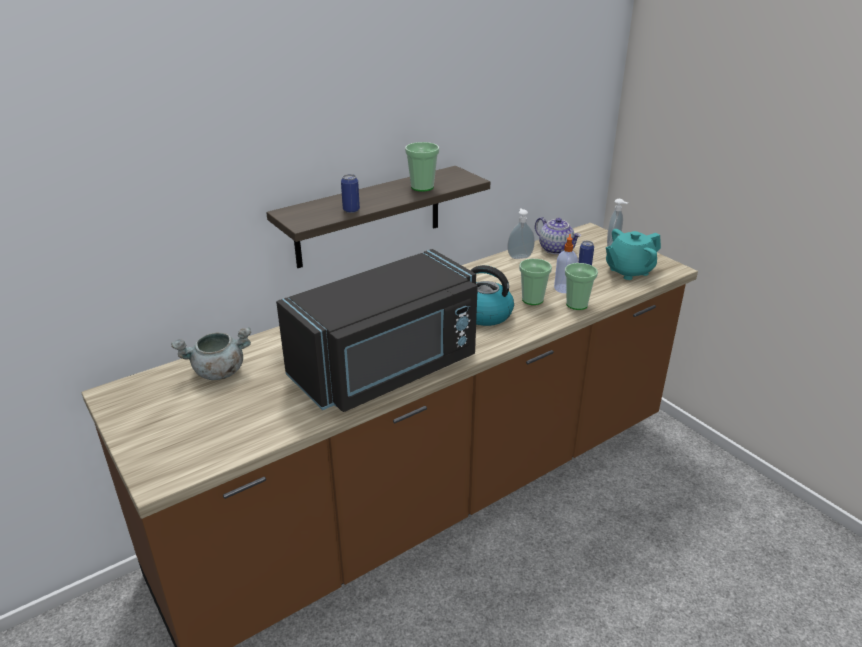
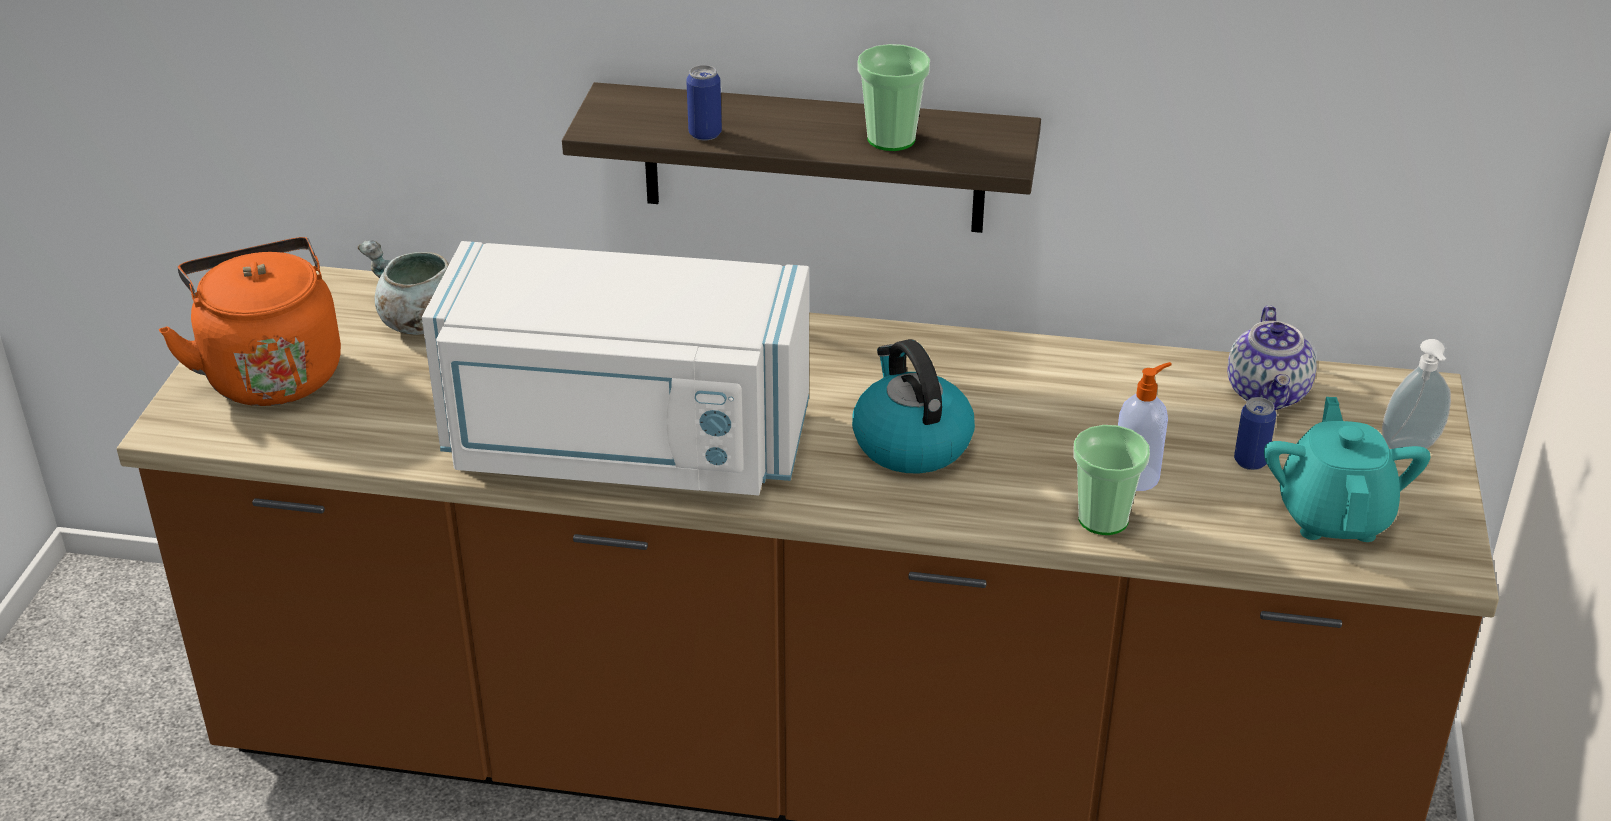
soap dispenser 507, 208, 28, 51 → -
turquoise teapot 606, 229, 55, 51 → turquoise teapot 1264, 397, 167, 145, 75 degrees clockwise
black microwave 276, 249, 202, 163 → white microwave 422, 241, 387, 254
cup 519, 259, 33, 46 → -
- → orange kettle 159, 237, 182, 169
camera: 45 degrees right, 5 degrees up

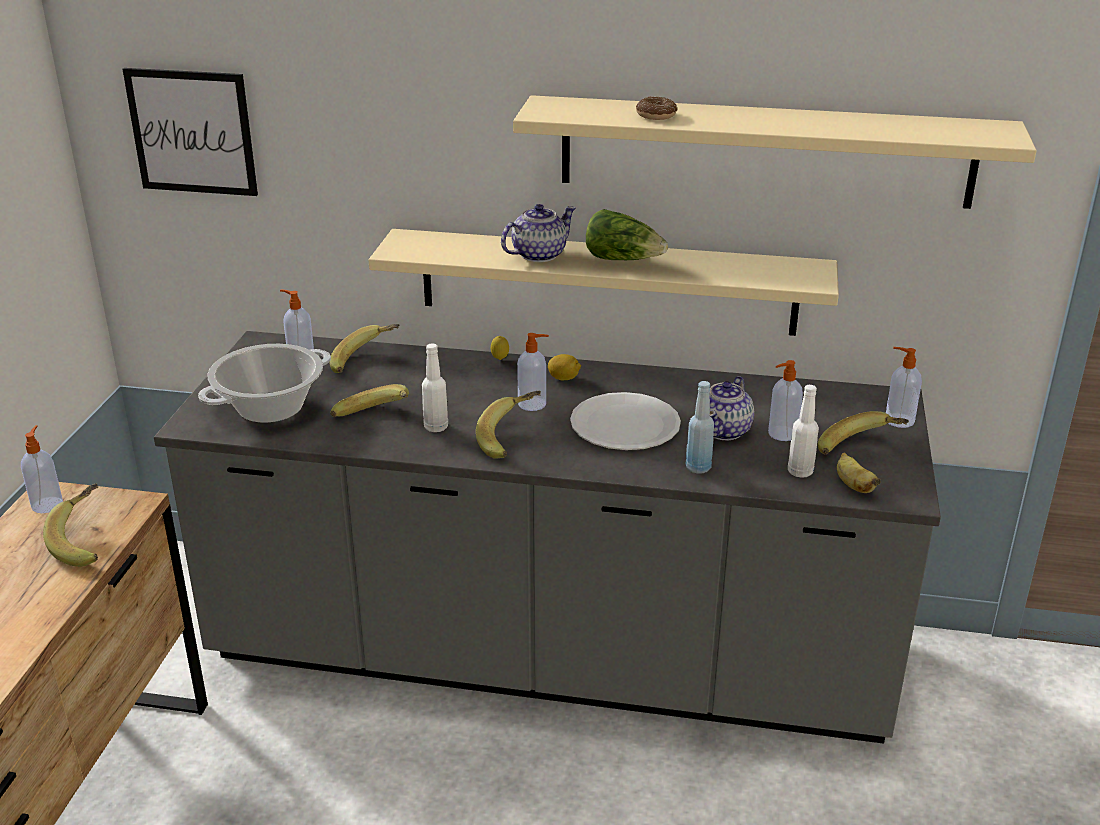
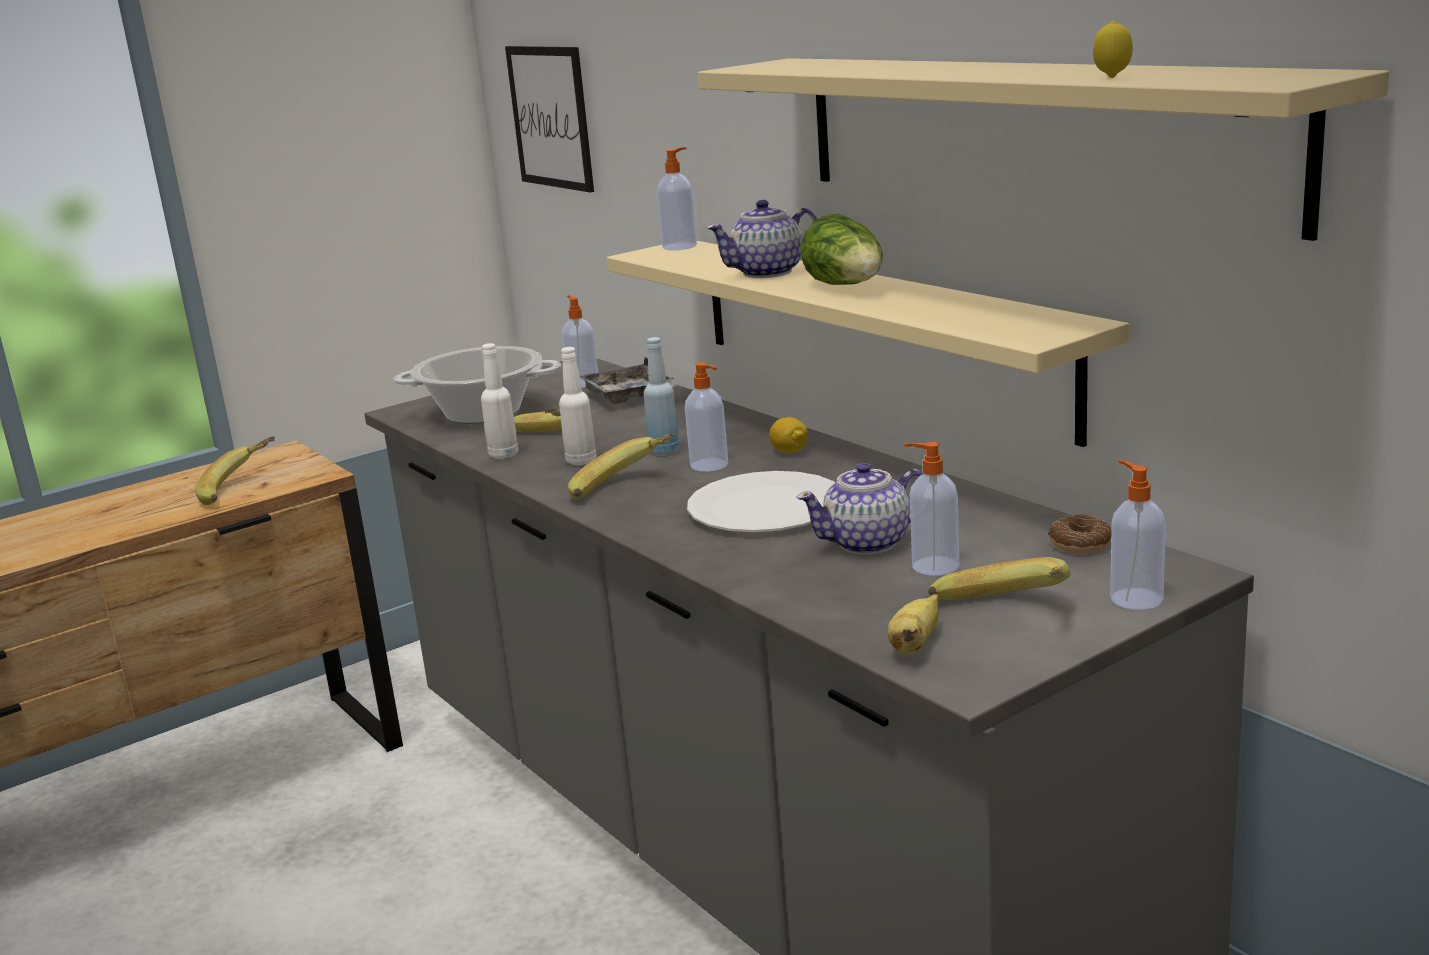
donut 636, 96, 41, 24 → donut 1048, 514, 63, 40, moved
teapot 501, 204, 75, 58 → teapot 706, 200, 111, 78, 150 degrees clockwise
banana 329, 324, 70, 49 → grey tray 580, 357, 97, 47
lemon 491, 336, 18, 24 → lemon 1093, 21, 40, 57, moved
blue bottle 686, 381, 28, 93 → blue bottle 644, 337, 36, 118, moved
white bottle 788, 385, 31, 93 → white bottle 481, 343, 38, 116, moved
soap dispenser 21, 425, 42, 88 → soap dispenser 657, 147, 40, 103, moved
camera: 45 degrees right, 10 degrees down

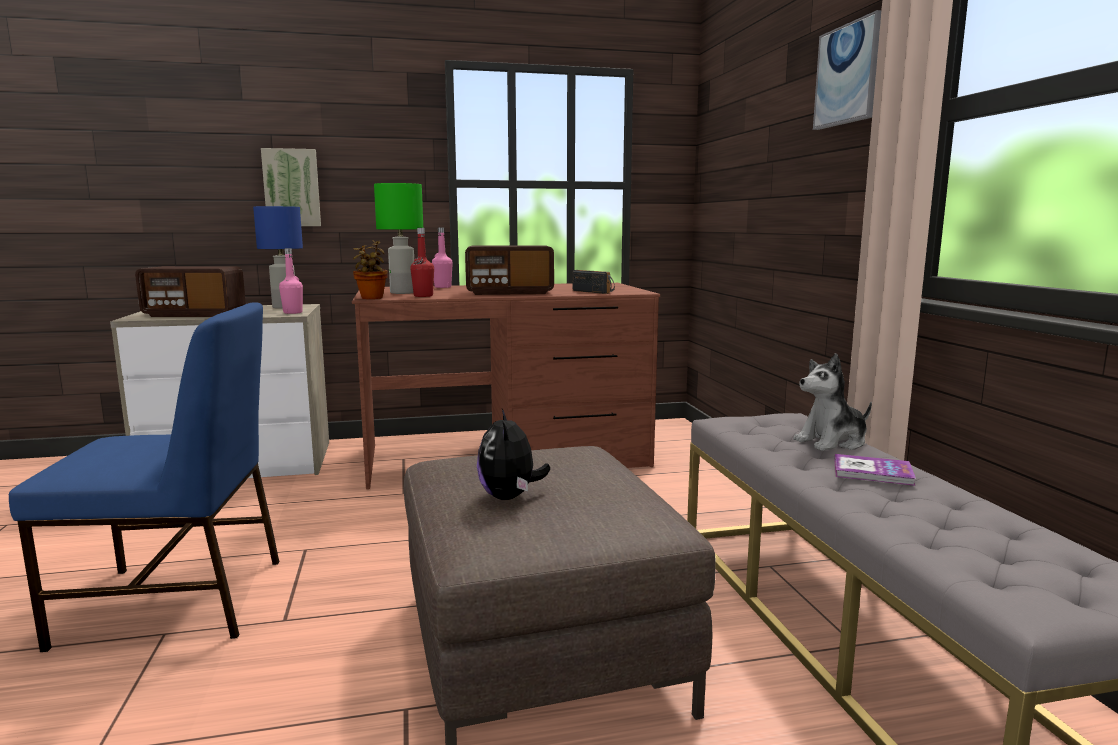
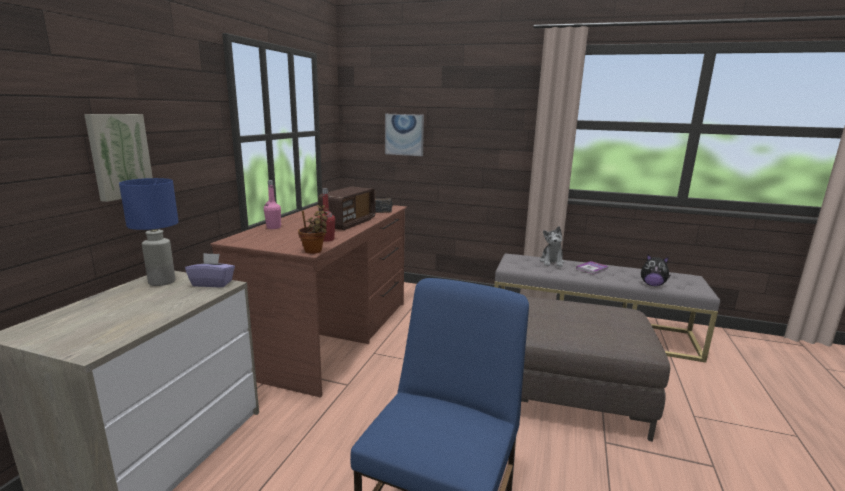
picture 813, 10, 68, 120 → picture 385, 114, 39, 42, moved
green table lamp 374, 183, 49, 111 → -
pink bottle 279, 248, 24, 66 → purple tissue box 185, 253, 50, 34
radio 135, 266, 111, 51 → -
plush toy 477, 409, 73, 91 → plush toy 641, 255, 29, 31, moved
camera: 60 degrees left, 5 degrees up

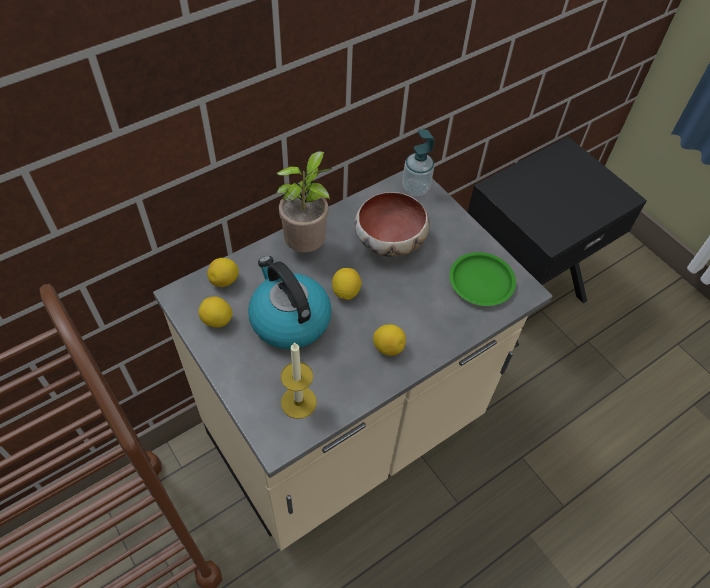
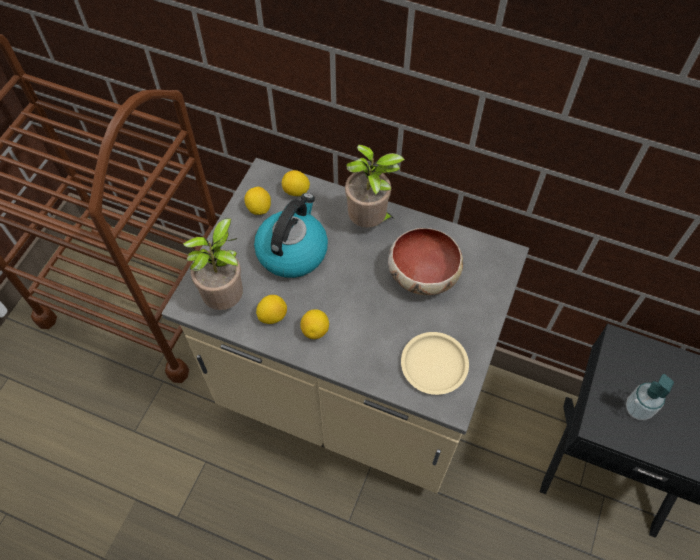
soap dispenser 402, 130, 33, 66 → soap dispenser 626, 374, 48, 46, moved
green plate 449, 252, 67, 54 → beige plate 401, 332, 68, 63
lemon 332, 268, 30, 32 → lemon 256, 295, 31, 29, moved
candle 281, 342, 36, 77 → potted plant 183, 218, 60, 92
camera: 60 degrees right, 5 degrees up

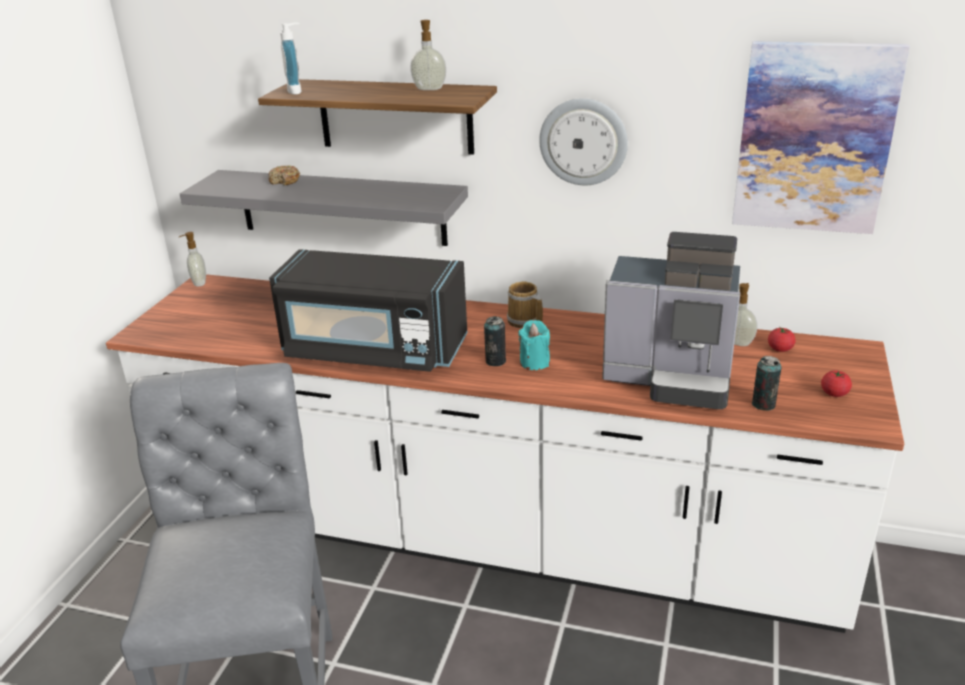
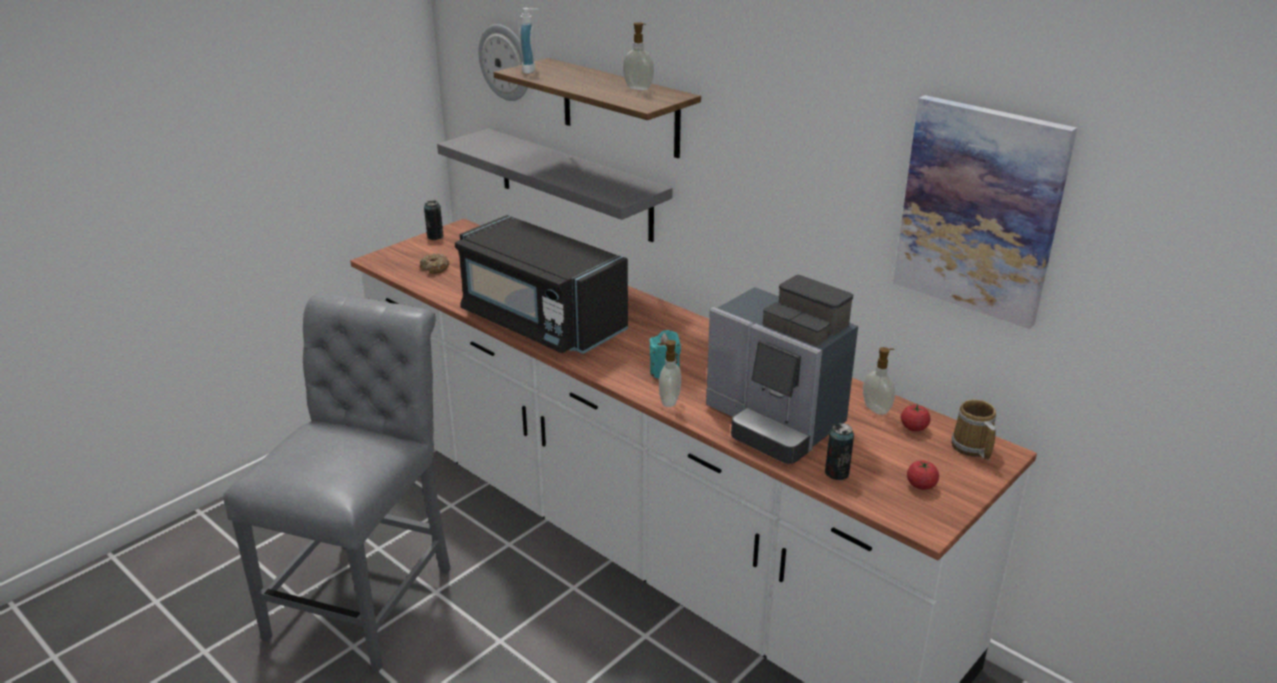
wall clock 539, 98, 89, 87 → wall clock 478, 24, 50, 77, moved
donut 268, 165, 32, 20 → donut 420, 253, 30, 21, moved
soap dispenser 179, 232, 27, 55 → soap dispenser 658, 340, 23, 67, moved
mug 507, 282, 36, 46 → mug 951, 399, 45, 61, moved
can 484, 316, 22, 50 → can 424, 201, 20, 39, moved
camera: 25 degrees right, 0 degrees up

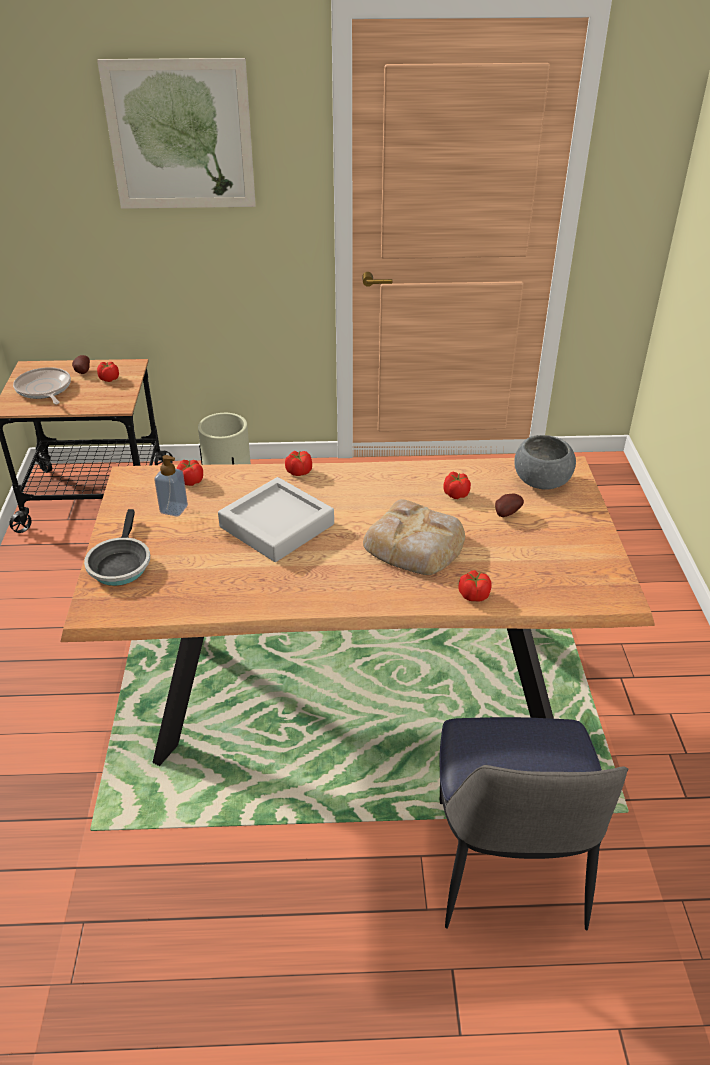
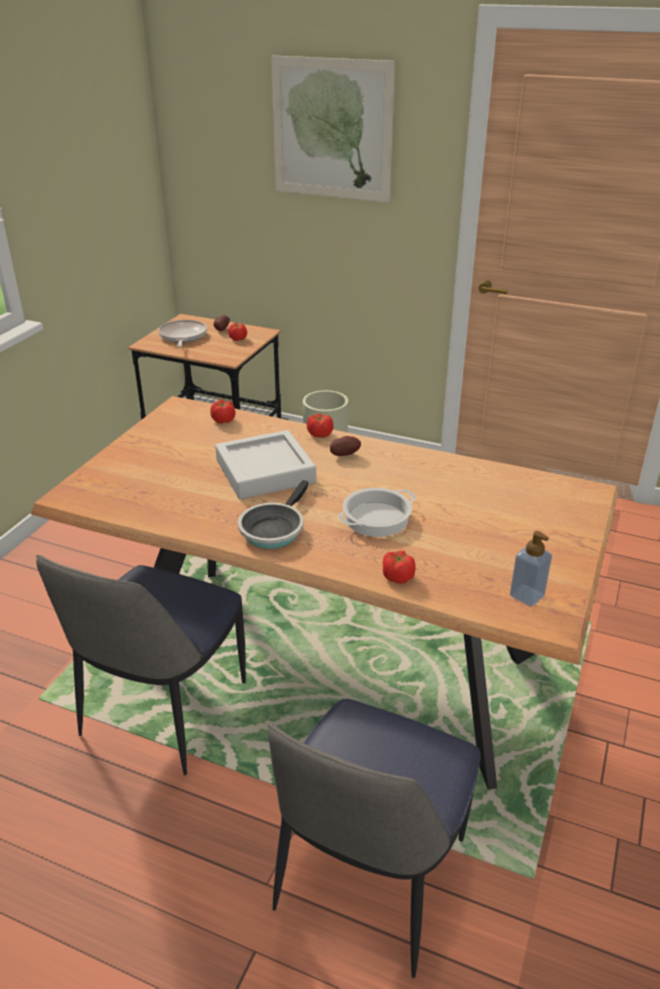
grey bowl 514, 435, 62, 55 → -
soap dispenser 154, 455, 34, 62 → soap dispenser 510, 531, 42, 76, moved
tomato 443, 472, 28, 27 → -
potato 495, 494, 29, 23 → potato 330, 436, 31, 20, moved
bread 363, 499, 102, 76 → cooking pot 338, 488, 78, 49
frying pan 84, 509, 66, 77 → frying pan 238, 480, 71, 69, moved
- → chair 36, 555, 210, 220
camera: 25 degrees right, 5 degrees down

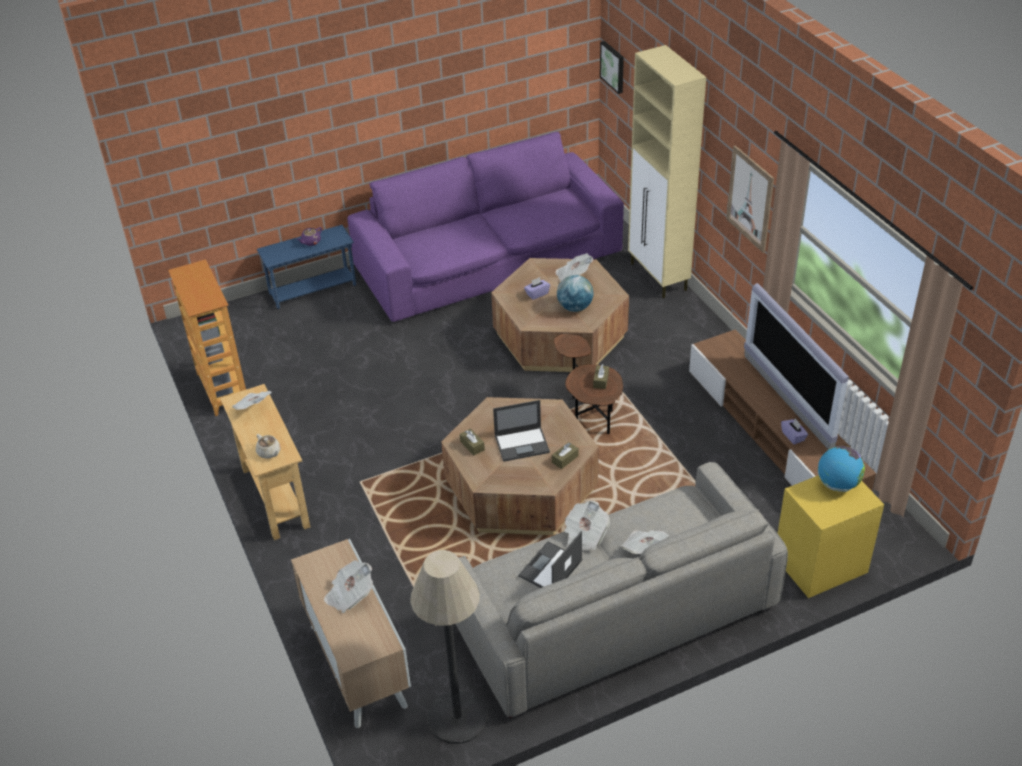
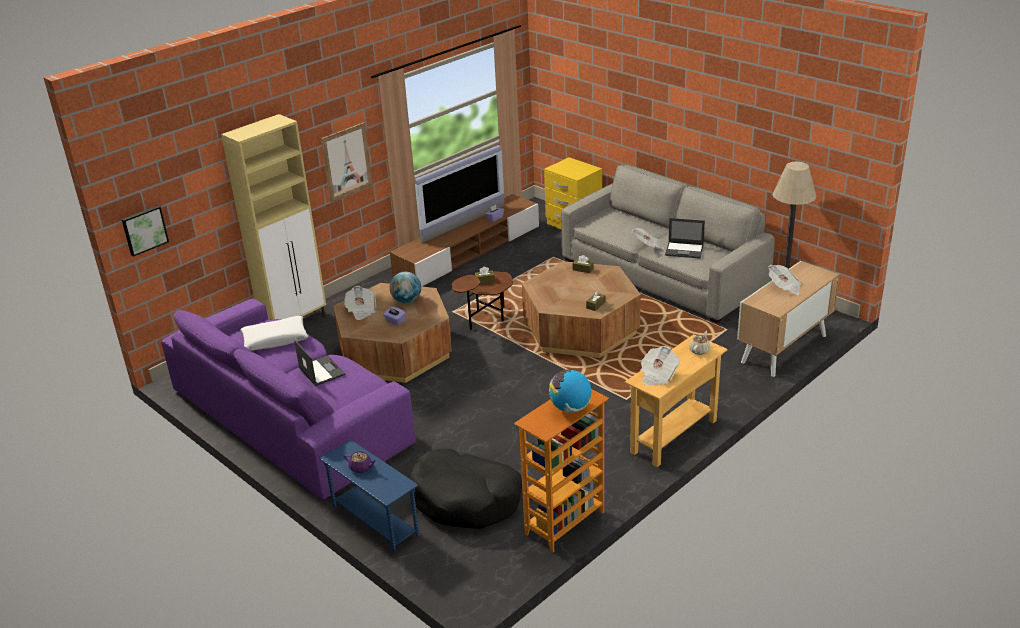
laptop 493, 400, 57, 62 → laptop 294, 340, 51, 46, moved
globe 818, 446, 47, 46 → globe 549, 369, 42, 44, moved
newspaper 620, 530, 49, 24 → -
- → white pillow 240, 316, 68, 35
- → black dog bed 409, 449, 113, 80
camera: 110 degrees left, 10 degrees down

